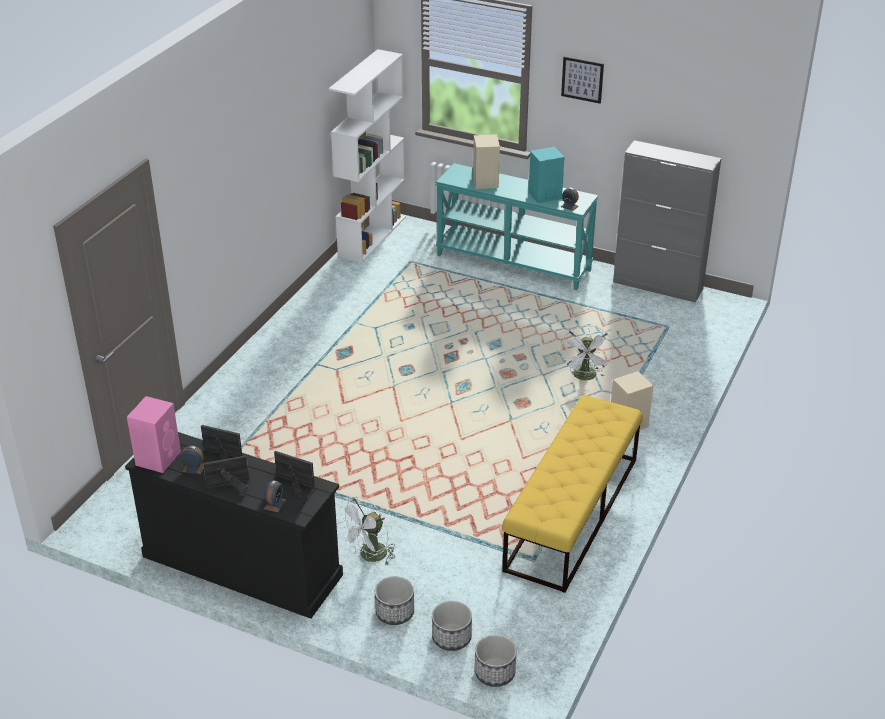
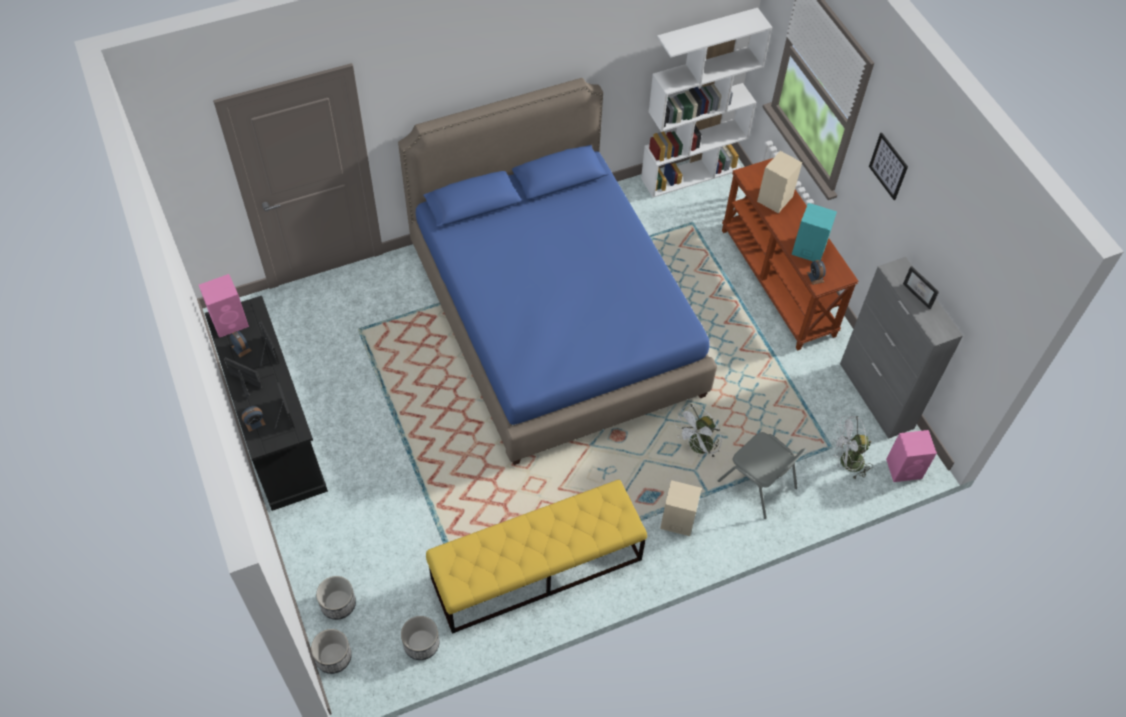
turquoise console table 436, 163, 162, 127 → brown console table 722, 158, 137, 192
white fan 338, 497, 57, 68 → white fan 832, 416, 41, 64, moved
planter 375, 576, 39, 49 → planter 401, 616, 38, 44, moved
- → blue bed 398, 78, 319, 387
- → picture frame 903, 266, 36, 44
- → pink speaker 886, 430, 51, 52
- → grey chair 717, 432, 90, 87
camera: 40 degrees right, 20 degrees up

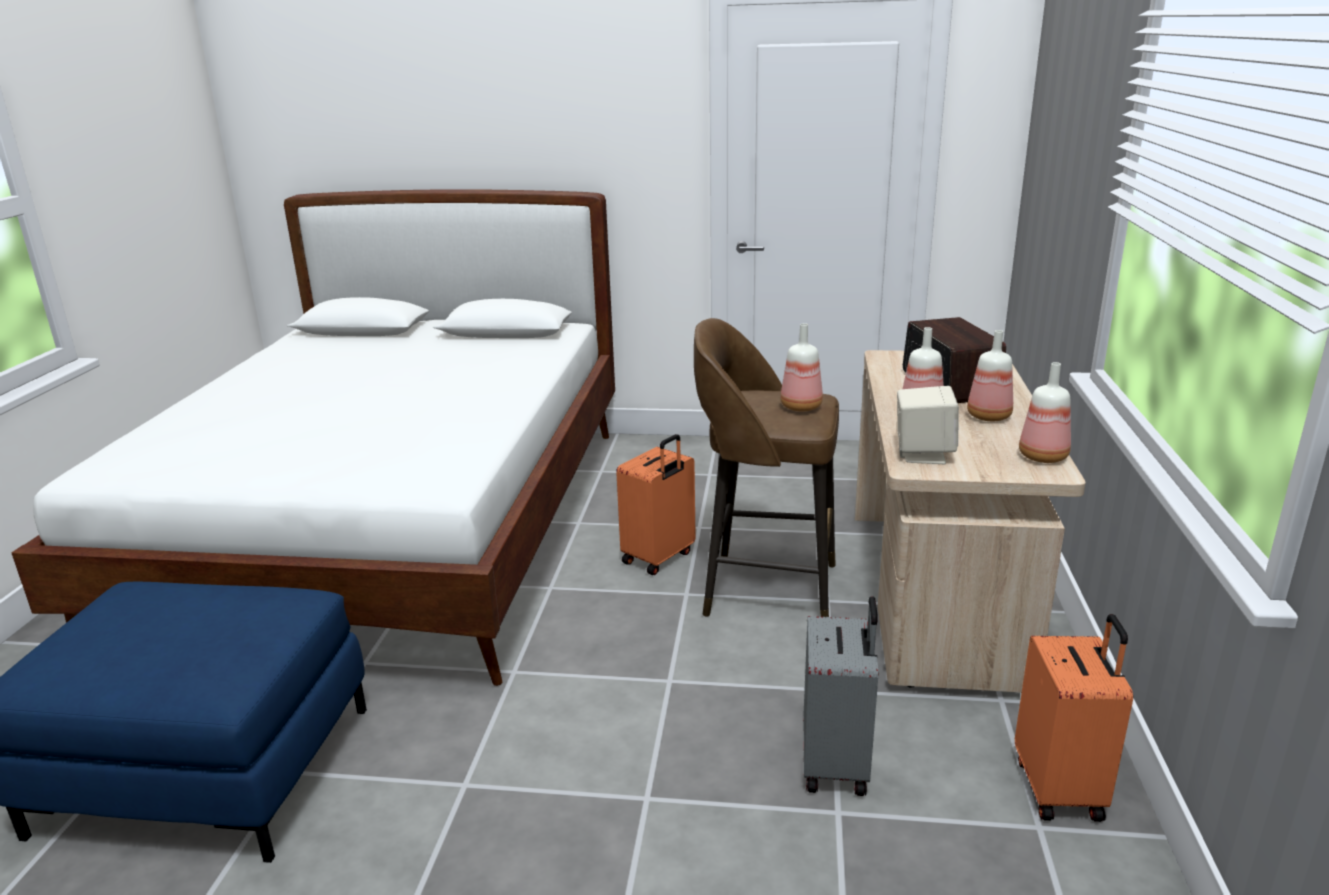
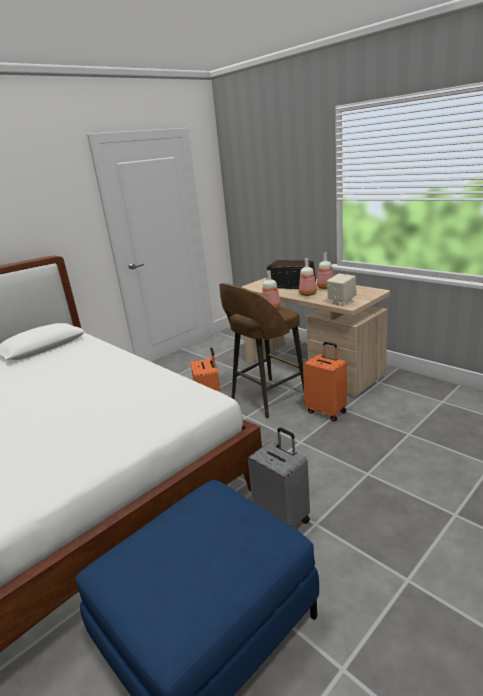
bottle 1019, 362, 52, 101 → -
grey suitcase 803, 596, 75, 200 → grey suitcase 248, 427, 62, 101, moved
orange suitcase 1015, 614, 118, 208 → orange suitcase 303, 342, 44, 79, moved
camera: 50 degrees left, 0 degrees up

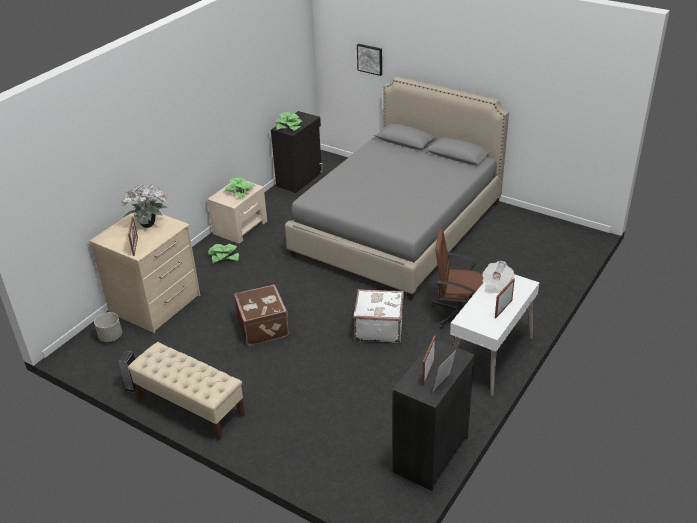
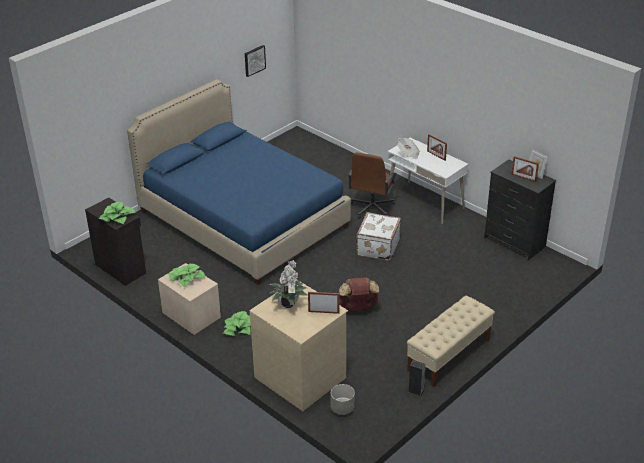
picture 357, 44, 25, 32 → picture 245, 45, 21, 32, moved
grey bed 285, 77, 224, 223 → blue bed 127, 79, 224, 206
brown suitcase 234, 284, 55, 62 → brown backpack 339, 276, 40, 36
camera: 80 degrees left, 0 degrees up

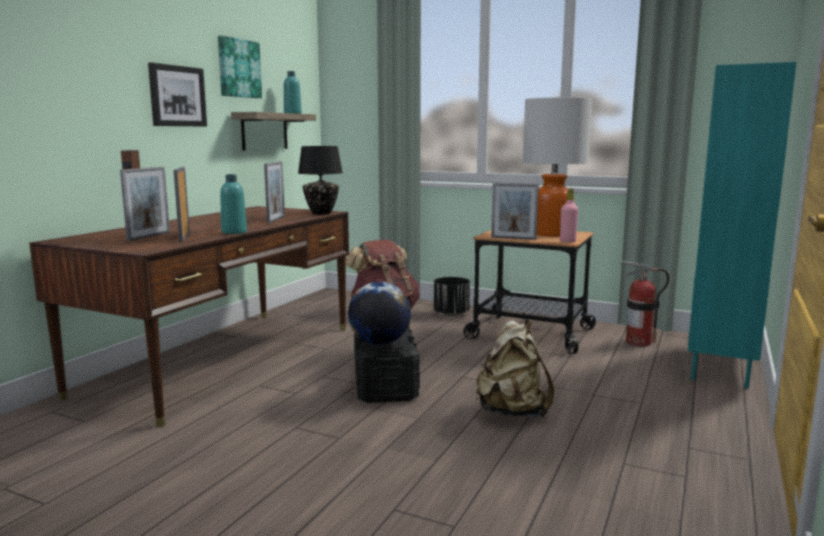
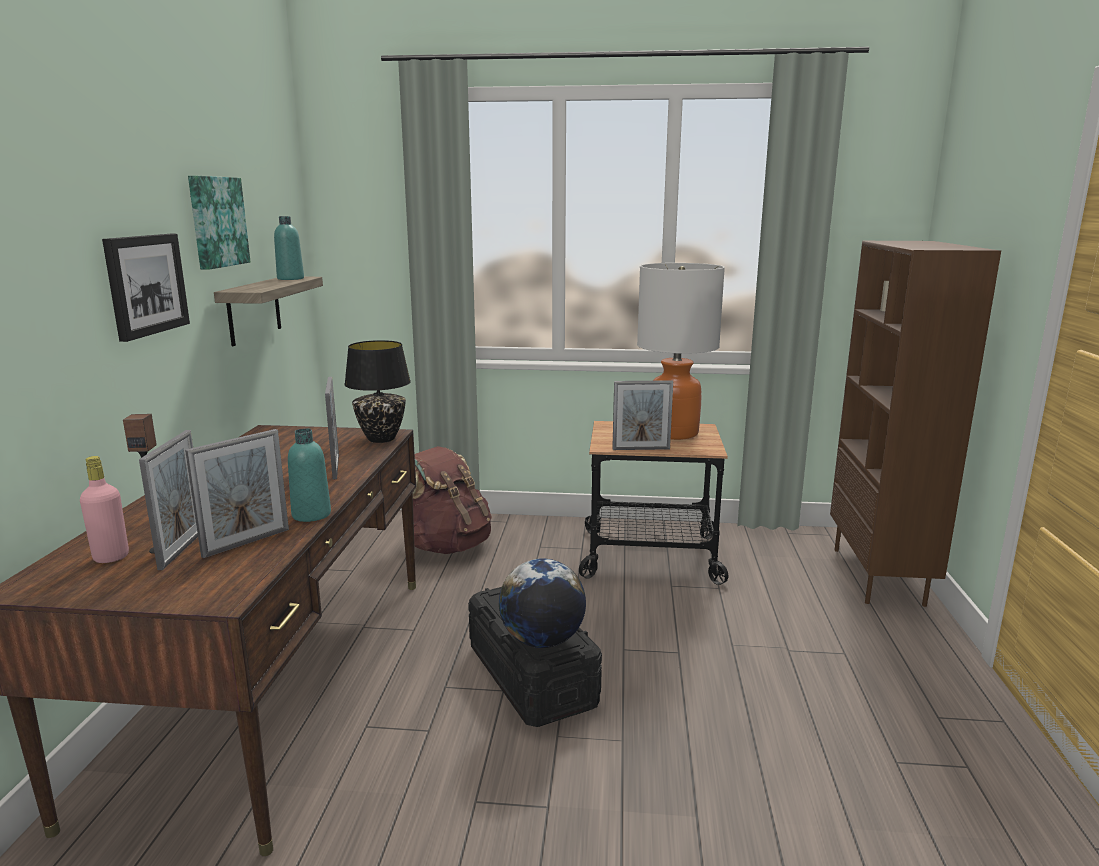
turquoise bookcase 688, 62, 109, 326 → brown bookcase 830, 241, 171, 366
picture frame 174, 167, 16, 75 → picture frame 185, 429, 104, 129, 105 degrees counterclockwise
pink bottle 560, 189, 18, 53 → pink bottle 80, 456, 49, 107, moved
fire extinguisher 620, 261, 49, 86 → -
black planter 434, 277, 36, 39 → -
beige backpack 476, 319, 78, 98 → -
camera: 20 degrees left, 5 degrees up

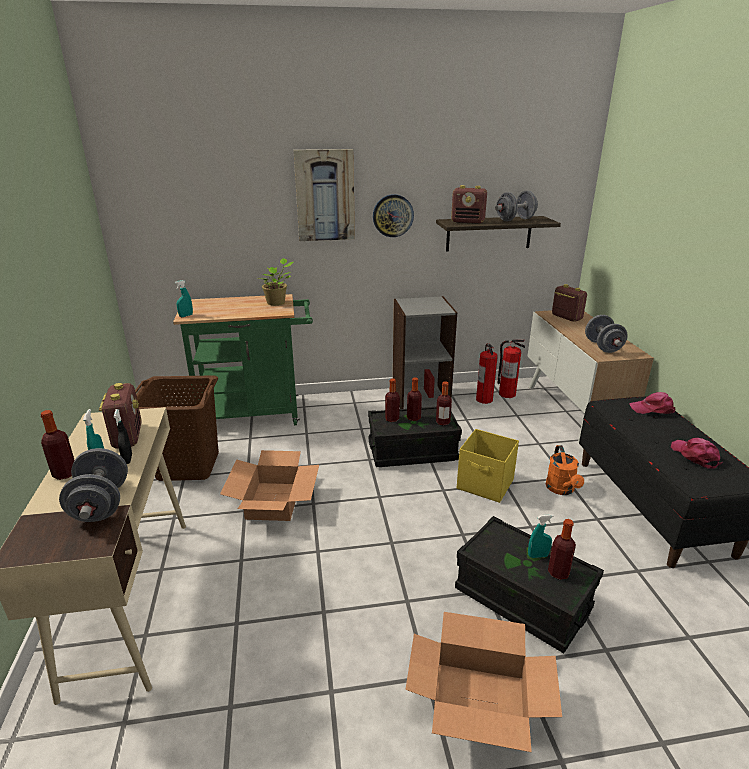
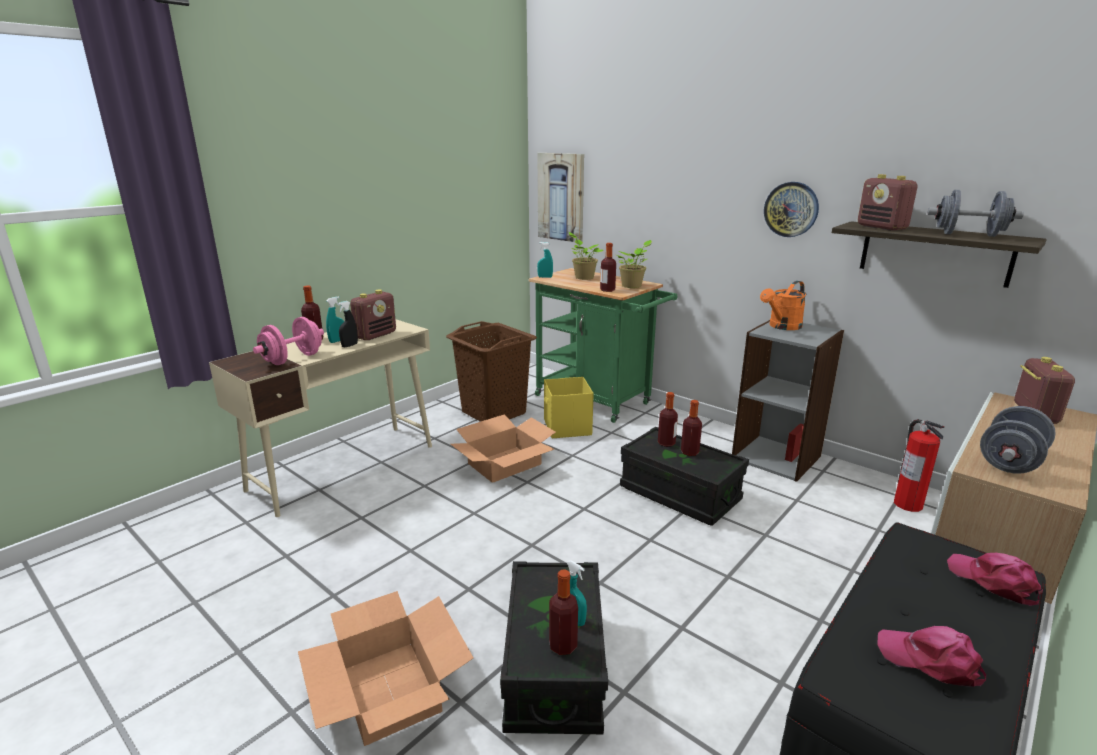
picture 294, 149, 61, 92 → picture 538, 153, 46, 89, moved
fire extinguisher 476, 343, 22, 61 → -
bottle 436, 381, 16, 45 → bottle 600, 243, 16, 49, moved
yellow storage box 457, 429, 62, 74 → yellow storage box 544, 377, 50, 61, moved
pink cap 671, 438, 51, 31 → pink cap 877, 626, 109, 61, 90 degrees counterclockwise
orange watering can 546, 445, 38, 50 → orange watering can 760, 281, 46, 49, moved
grey dumbbell 59, 448, 69, 74 → pink dumbbell 253, 317, 71, 48
- → potted plant 569, 232, 35, 48
camera: 50 degrees right, 5 degrees down

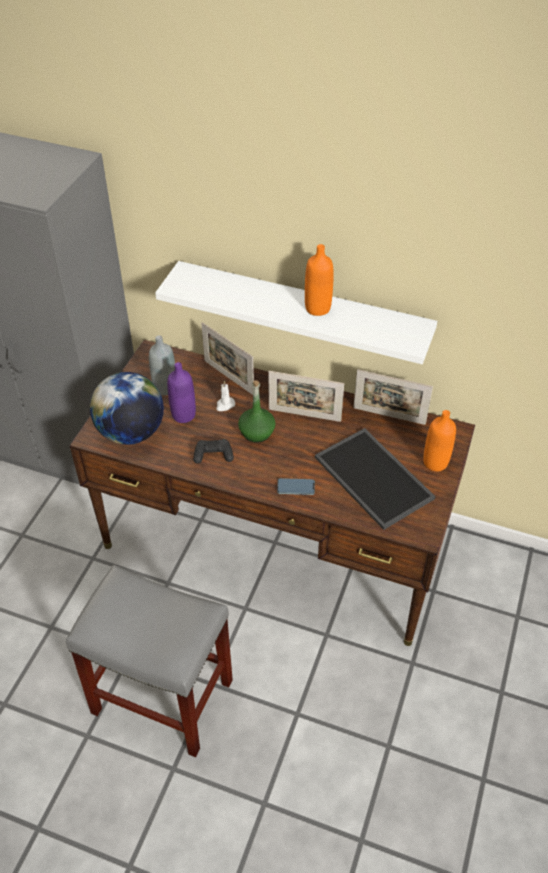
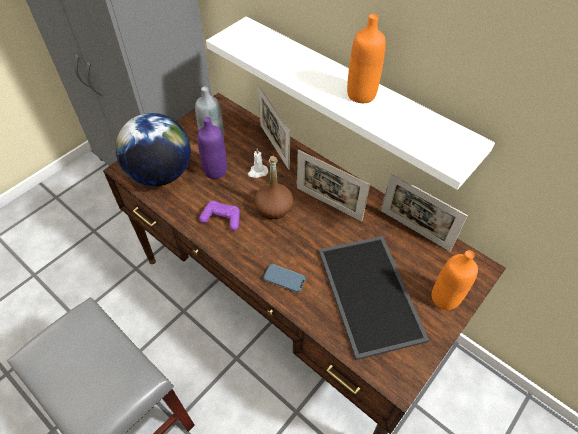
green bottle 238, 380, 37, 63 → brown bottle 255, 156, 38, 63
black game controller 193, 439, 41, 25 → purple game controller 199, 201, 41, 30
camera: 20 degrees right, 5 degrees up

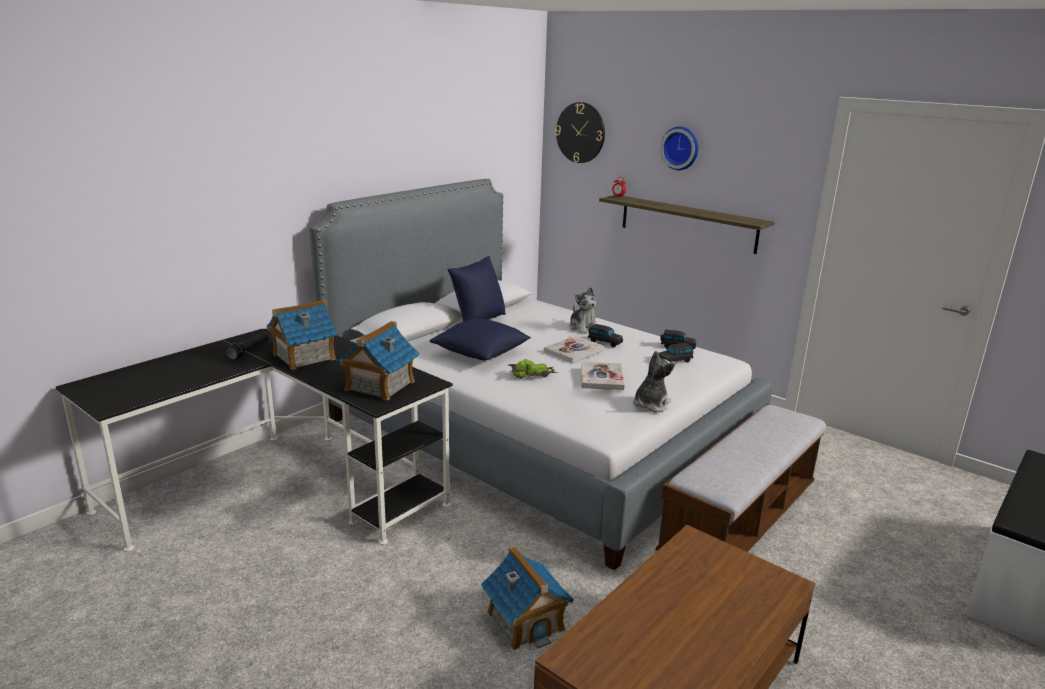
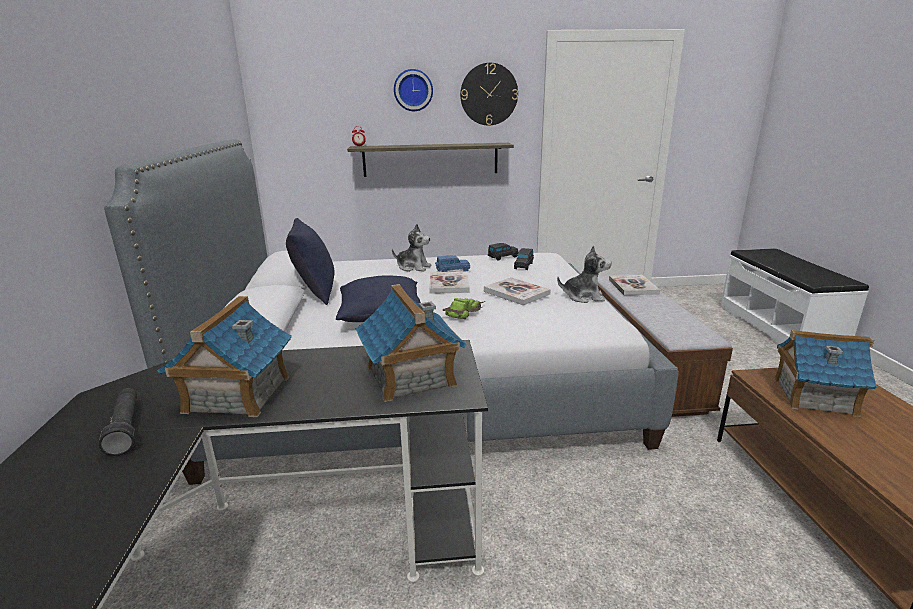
wall clock 555, 102, 50, 61 → wall clock 460, 63, 58, 63, moved
black toy car 588, 324, 35, 23 → blue toy car 435, 255, 35, 17
plush toy 633, 351, 42, 61 → plush toy 557, 245, 55, 58, 105 degrees clockwise
toy house 481, 546, 93, 104 → toy house 774, 330, 103, 87, moved
- → book 609, 275, 51, 20
camera: 45 degrees left, 0 degrees up

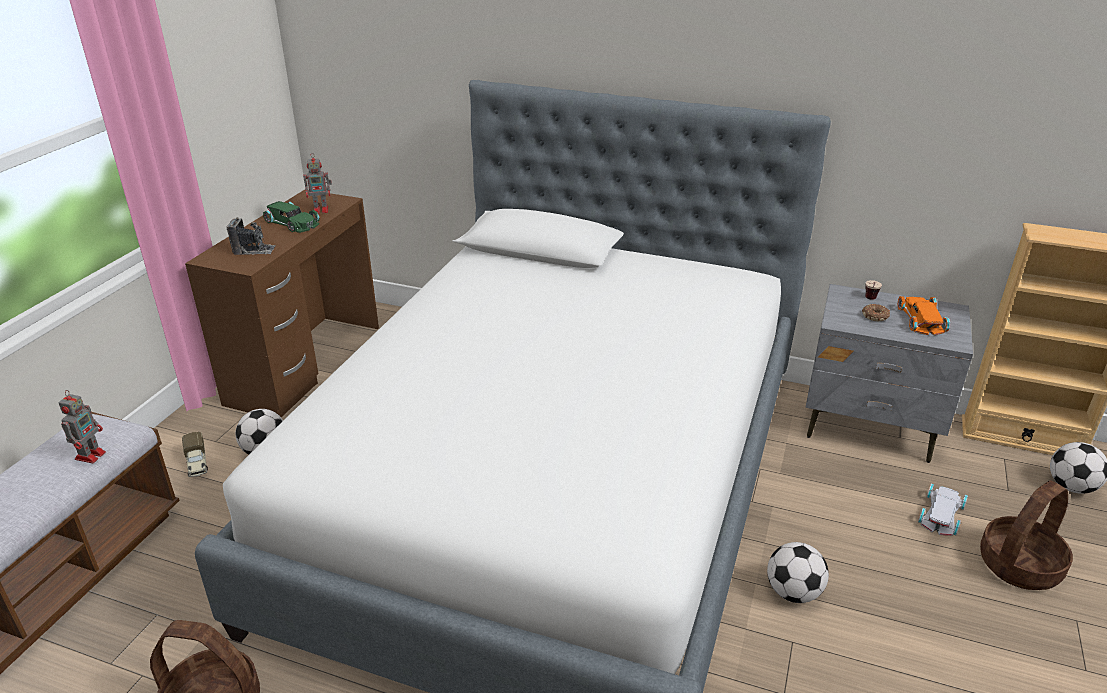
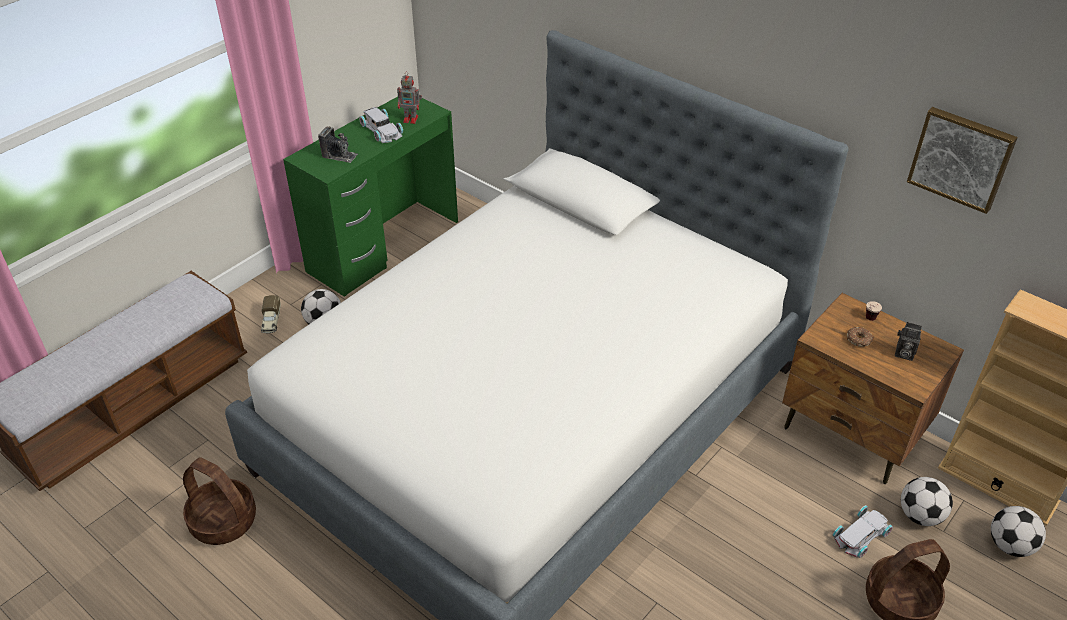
brown desk 185, 190, 194, 227 → green desk 283, 97, 175, 200
green toy car 263, 201, 57, 32 → white toy car 359, 107, 44, 36
grey nightstand 806, 284, 167, 179 → brown nightstand 782, 293, 182, 191
orange toy car 898, 296, 52, 39 → photo camera 895, 322, 27, 39
toy robot 59, 390, 47, 73 → -
football 767, 542, 62, 61 → football 901, 477, 52, 49, moved
- → picture 907, 107, 111, 107
camera: 20 degrees right, 10 degrees up

